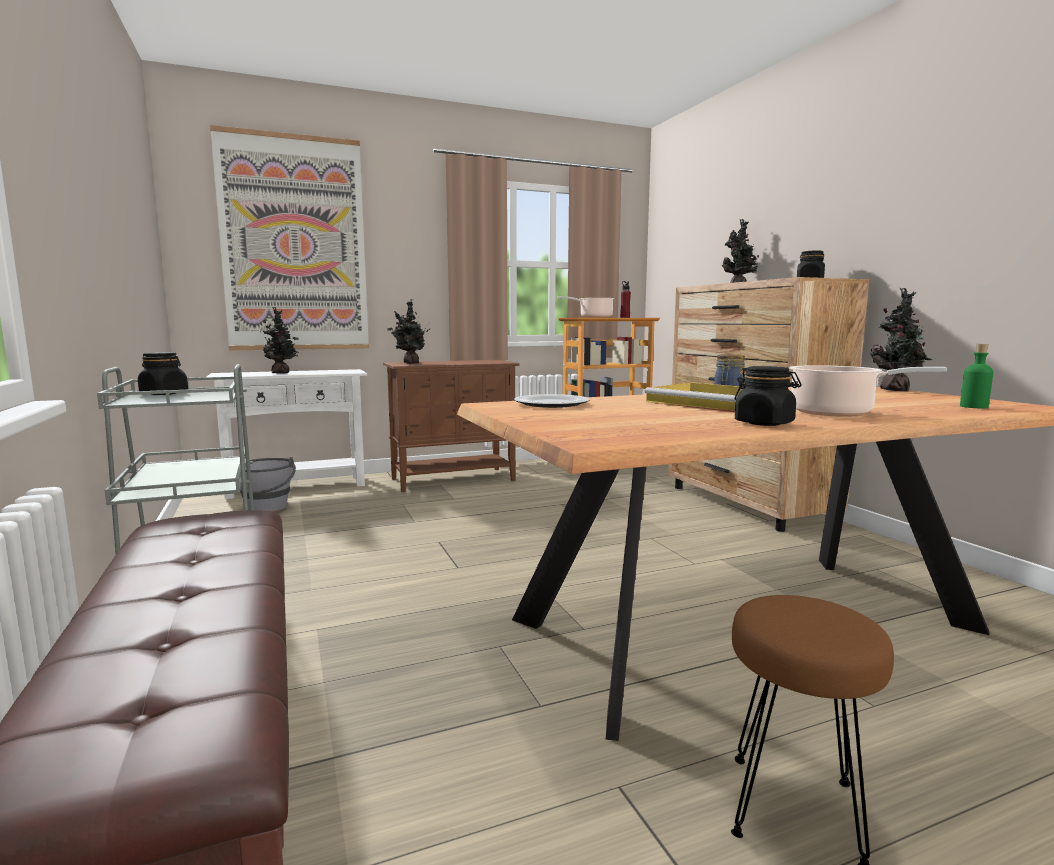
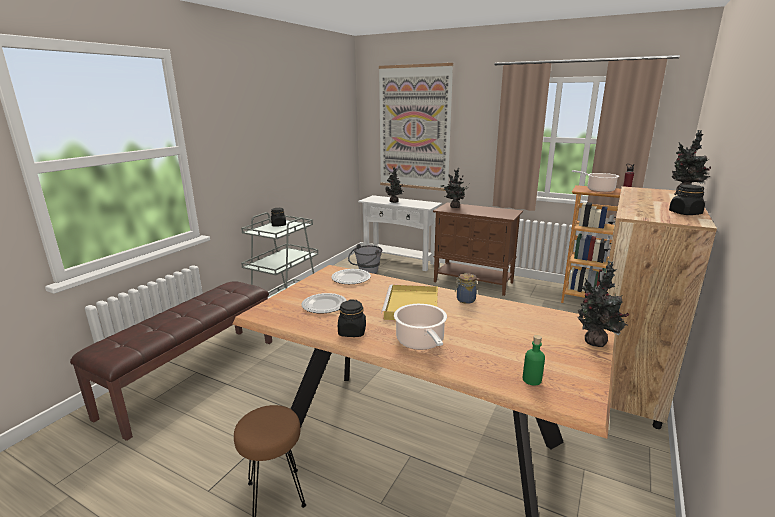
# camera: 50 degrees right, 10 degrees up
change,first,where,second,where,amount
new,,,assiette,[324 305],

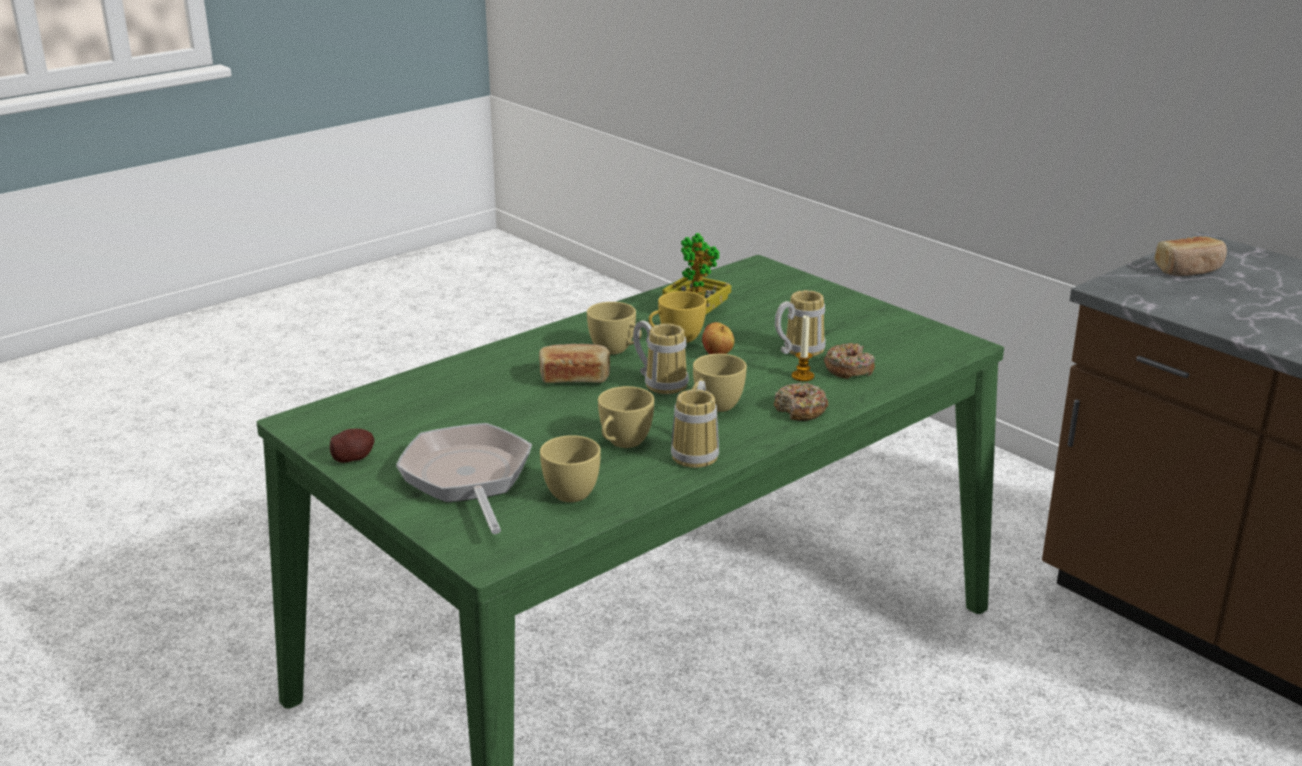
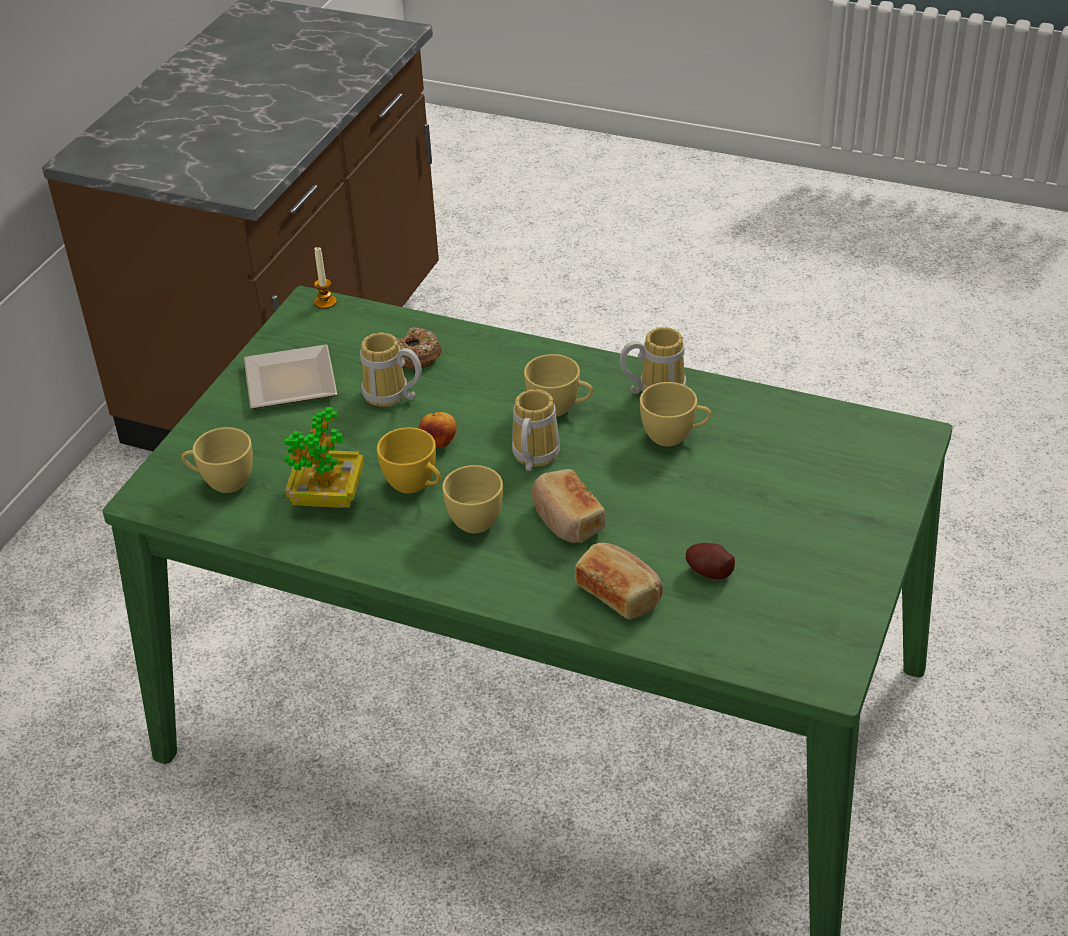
# camera: 115 degrees left, 15 degrees up
change,first,where,second,where,amount
gone,poêle,[468 479],,,
gone,beignet,[800 410],,,
new,,,assiette,[294 383],
shifted,pomme de terre,[353 457],,[709 571],
shifted,tasse (jaune),[575 490],,[222 482],
shifted,bougie,[802 376],,[325 302],
shifted,pain,[1189 269],,[619 593],

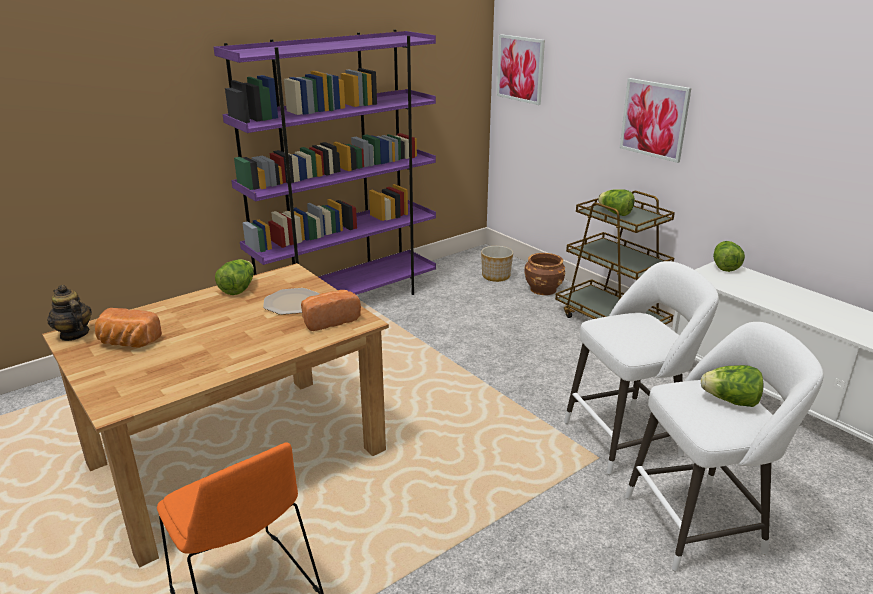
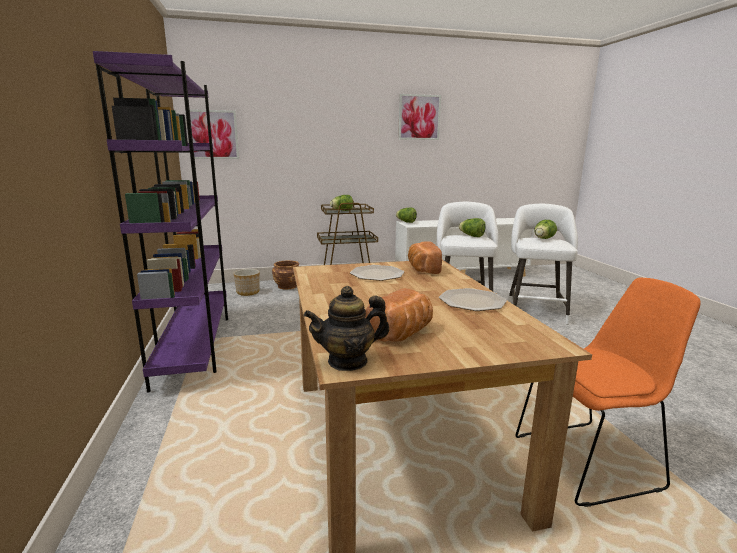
# camera: 65 degrees left, 10 degrees down
change,first,where,second,where,amount
new,,,assiette,[471 301],
shifted,laitue,[238 289],,[471 236],
shifted,tableau,[654 119],,[419 117],

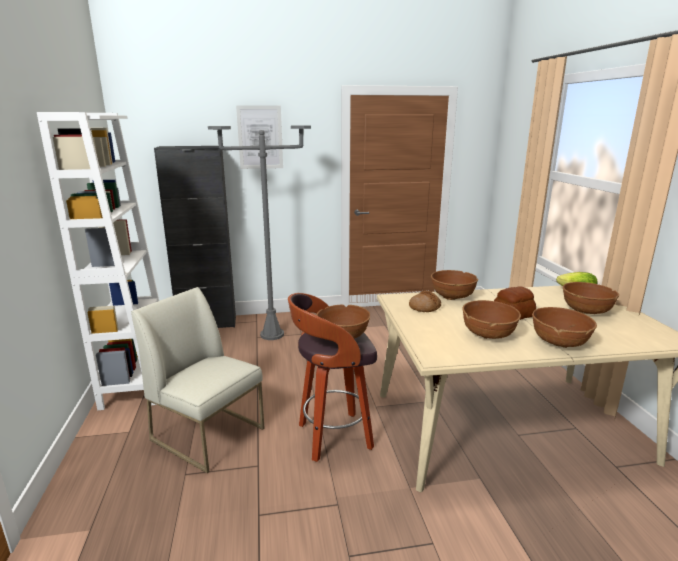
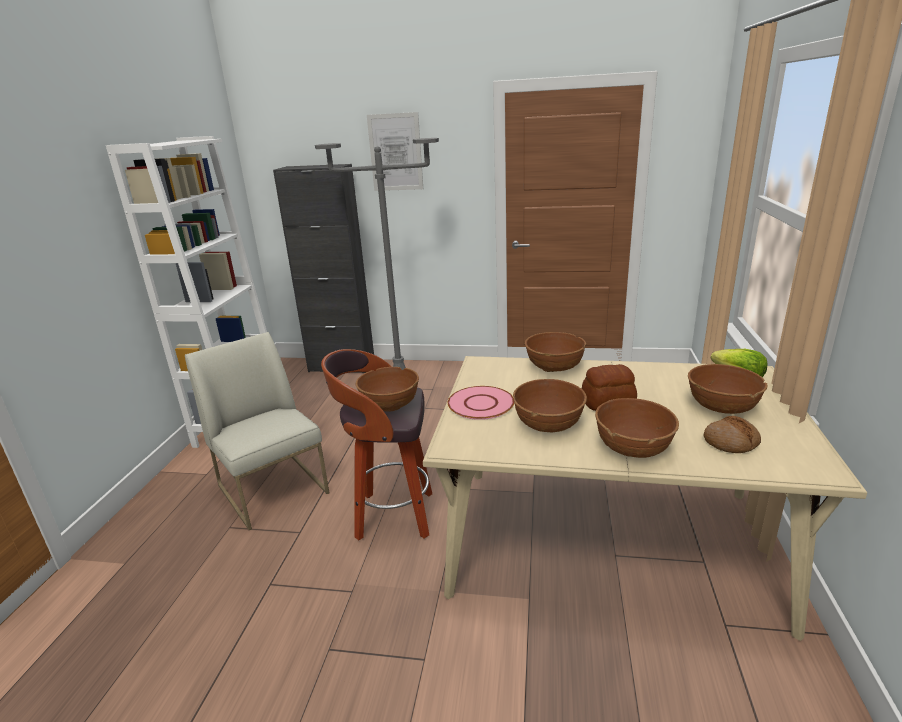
# camera: 20 degrees right, 5 degrees up
change,first,where,second,where,amount
new,,,assiette (rose),[480 404],
shifted,pain,[424 307],,[731 442],

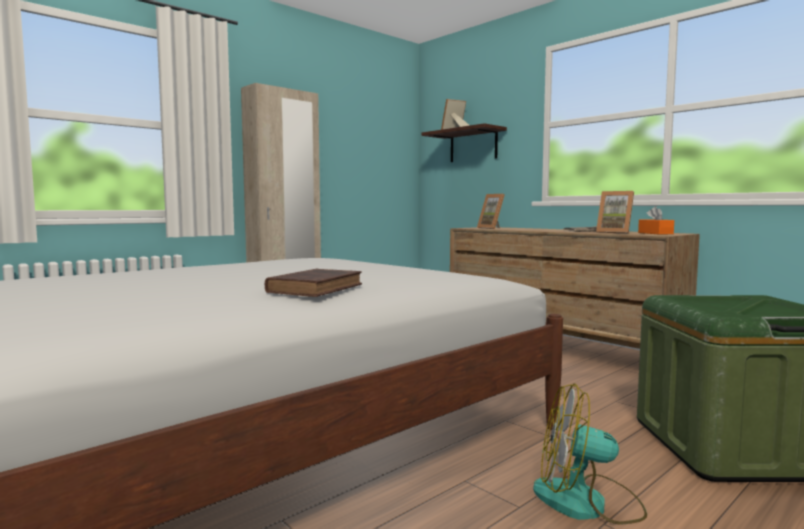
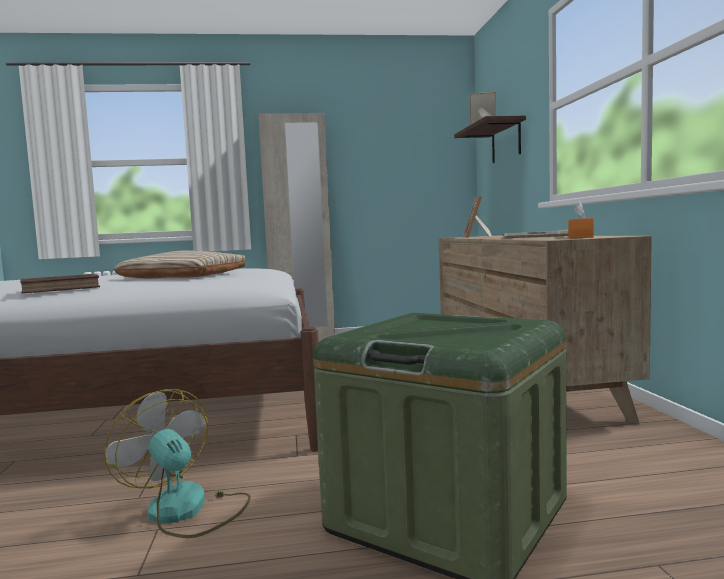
# camera: 35 degrees right, 0 degrees up
change,first,where,second,where,amount
gone,cadre photo,[615 232],,,
new,,,coussin (beige),[184 275],

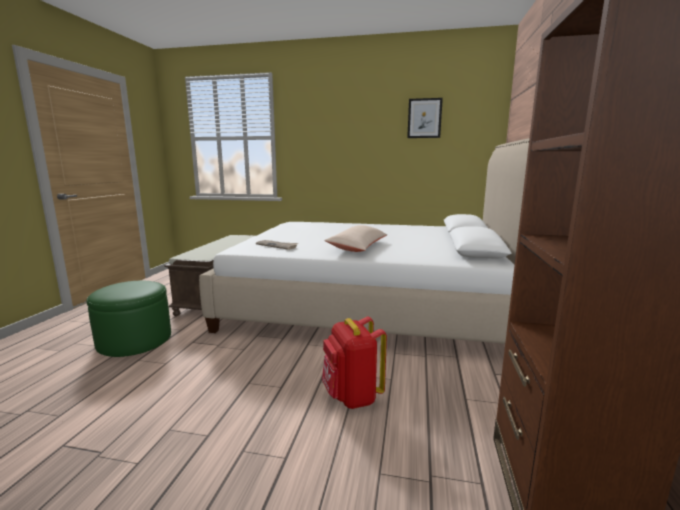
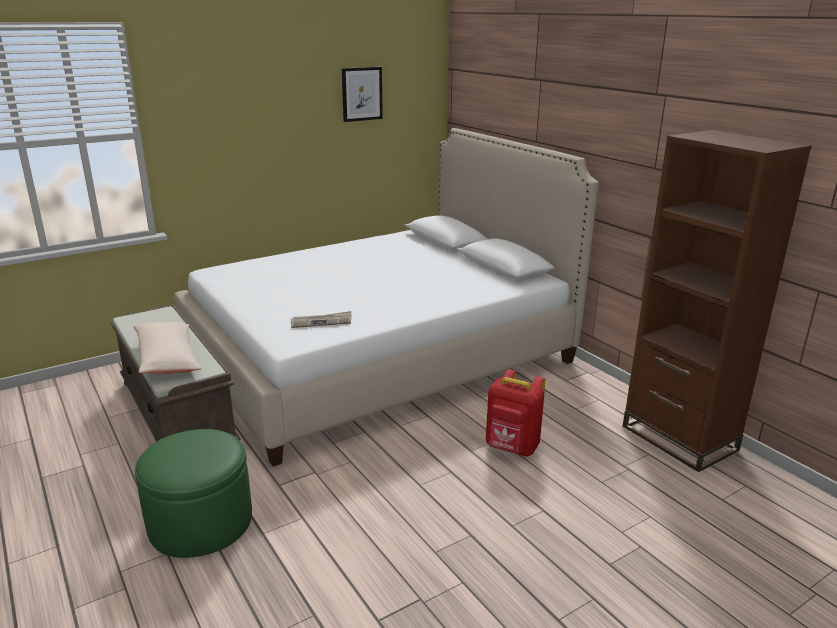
# camera: 45 degrees left, 10 degrees up
change,first,where,second,where,amount
shifted,coussin (beige),[358 246],,[167 358],

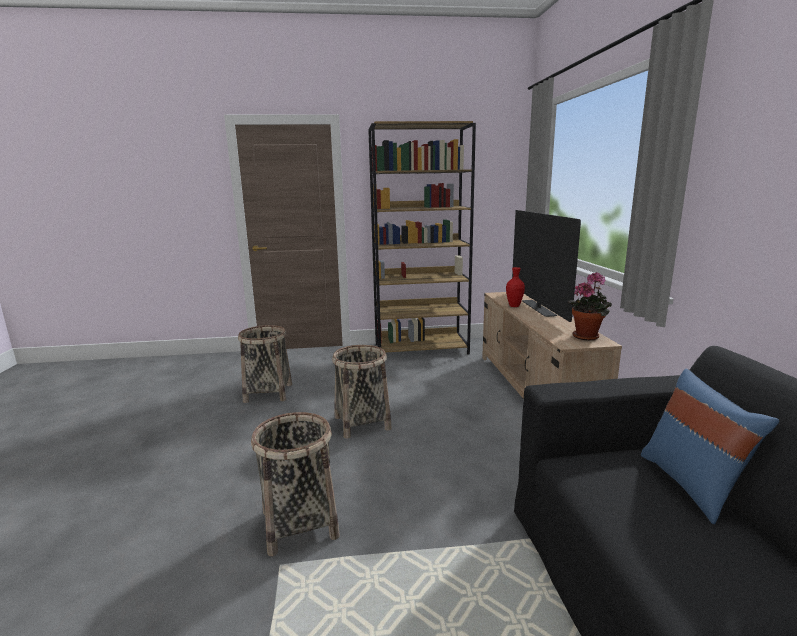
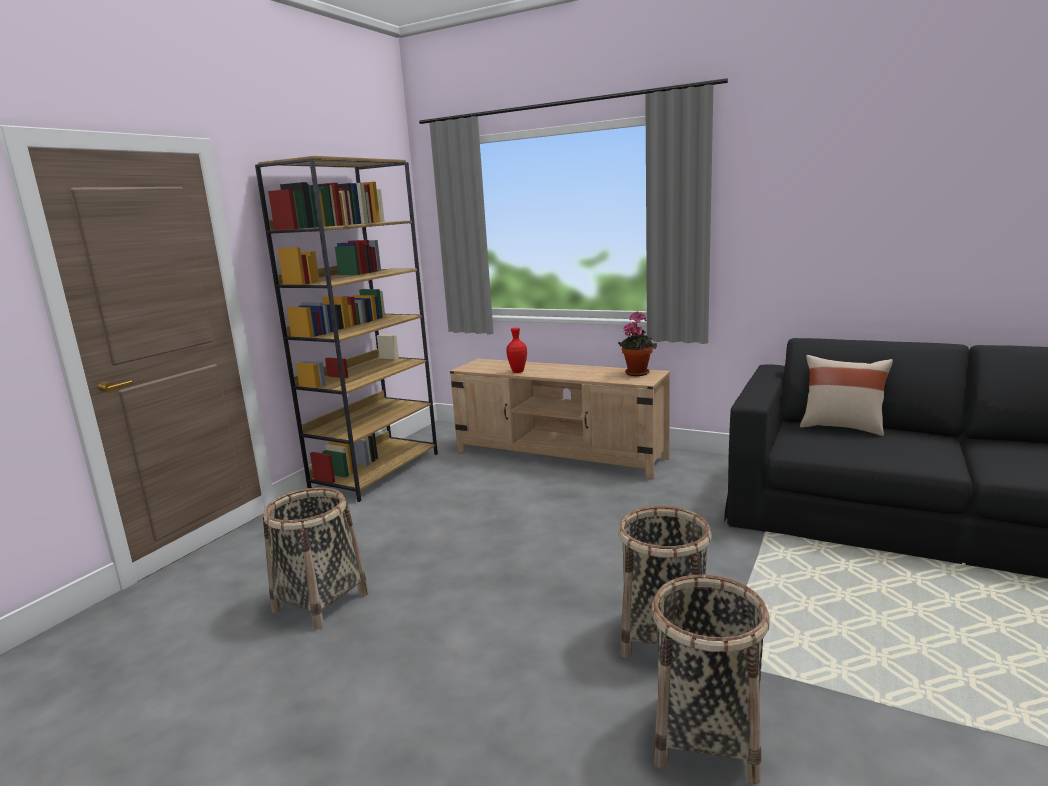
# camera: 55 degrees left, 0 degrees up
change,first,where,second,where,amount
gone,téléviseur,[538 308],,,
shifted,panier,[362 423],,[706 736],
repainted,coussin (bleu),[692 485],coussin (beige),[841 427],

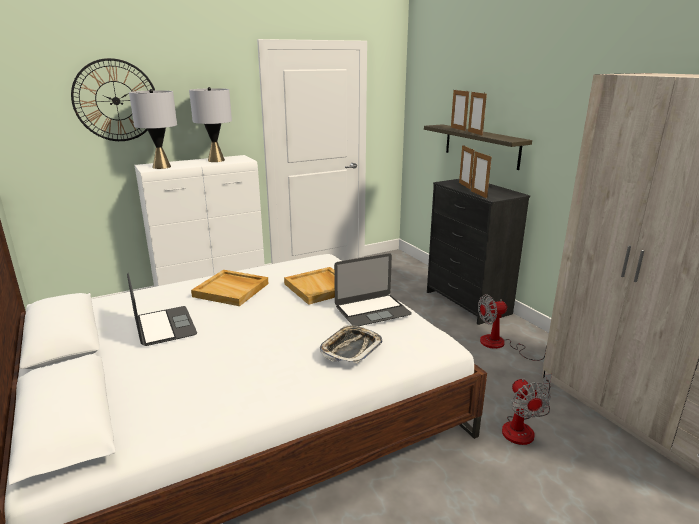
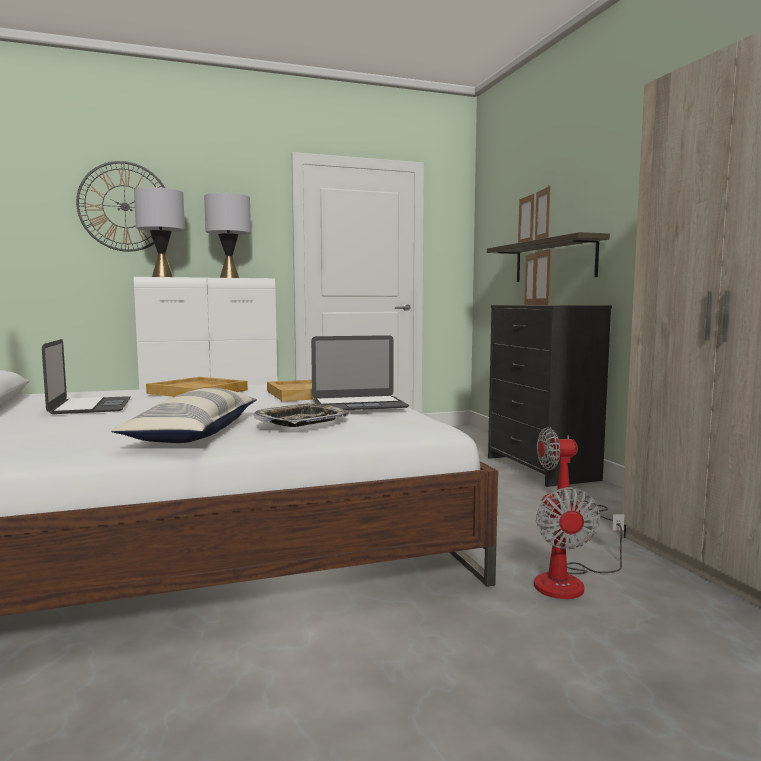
# camera: 10 degrees right, 15 degrees down
change,first,where,second,where,amount
new,,,coussin,[195 433],

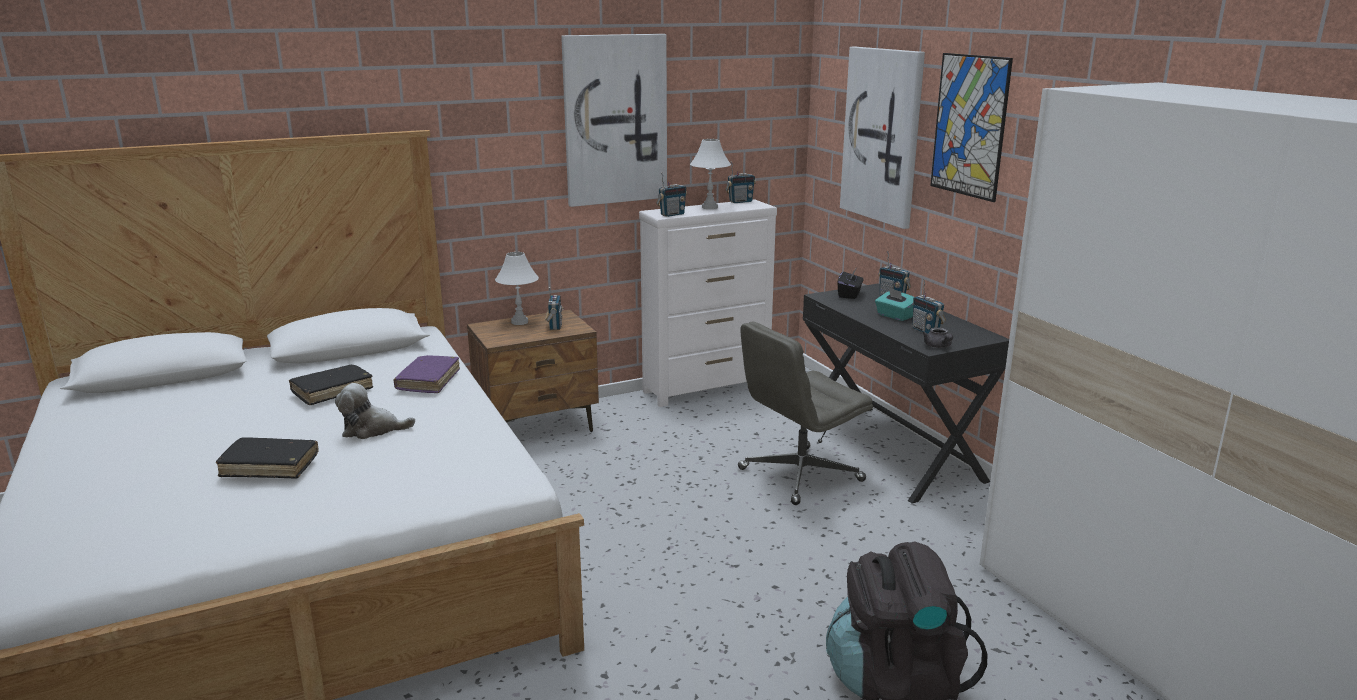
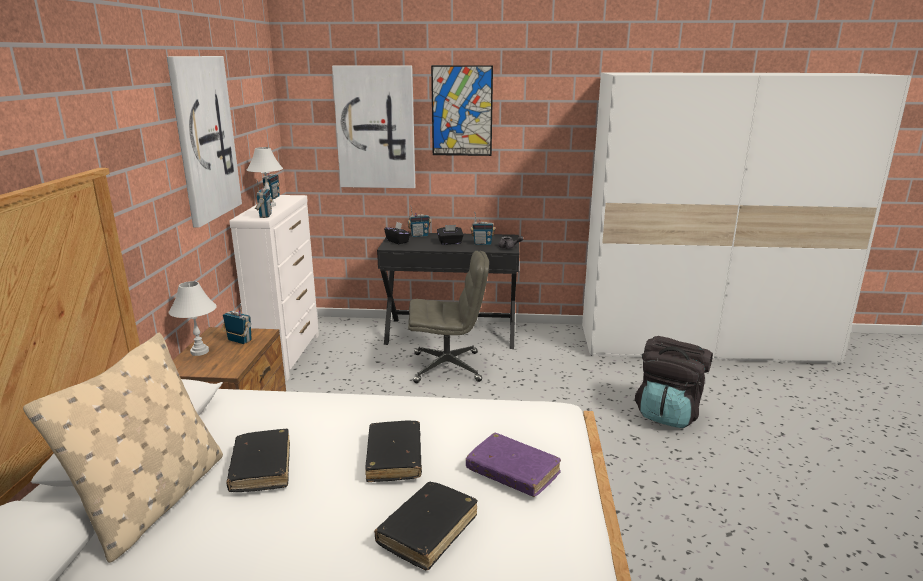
# camera: 60 degrees left, 0 degrees up
change,first,where,second,where,amount
new,,,coussin (beige),[155 501],
shifted,livre (violet),[428 381],,[513 472],
swapped,peluche,[372 429],livre (noir),[394 458],
repainted,boîte à mouchoirs (turquoise),[894 316],boîte à mouchoirs (noir),[450 243],
rotated,chaise de bureau (gris),[799 475],,[448 367],90 degrees counterclockwise

